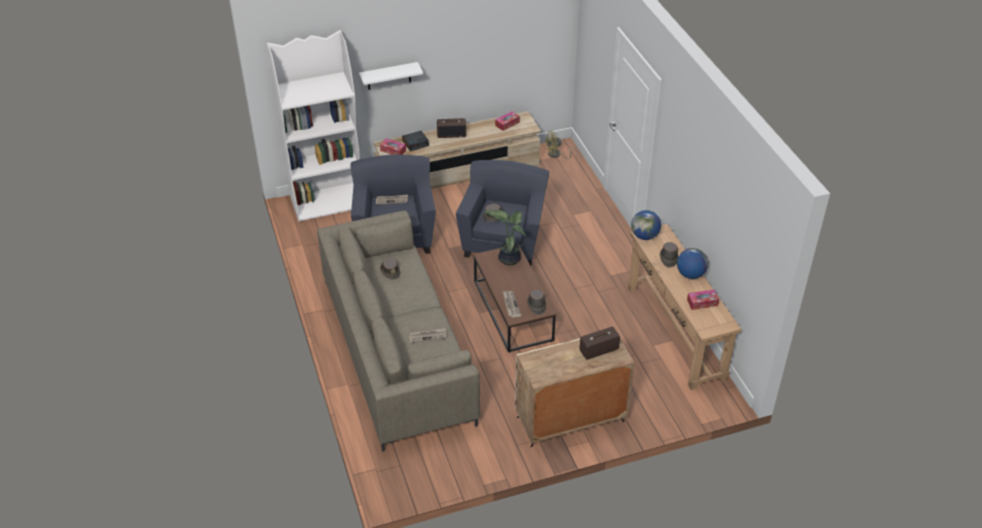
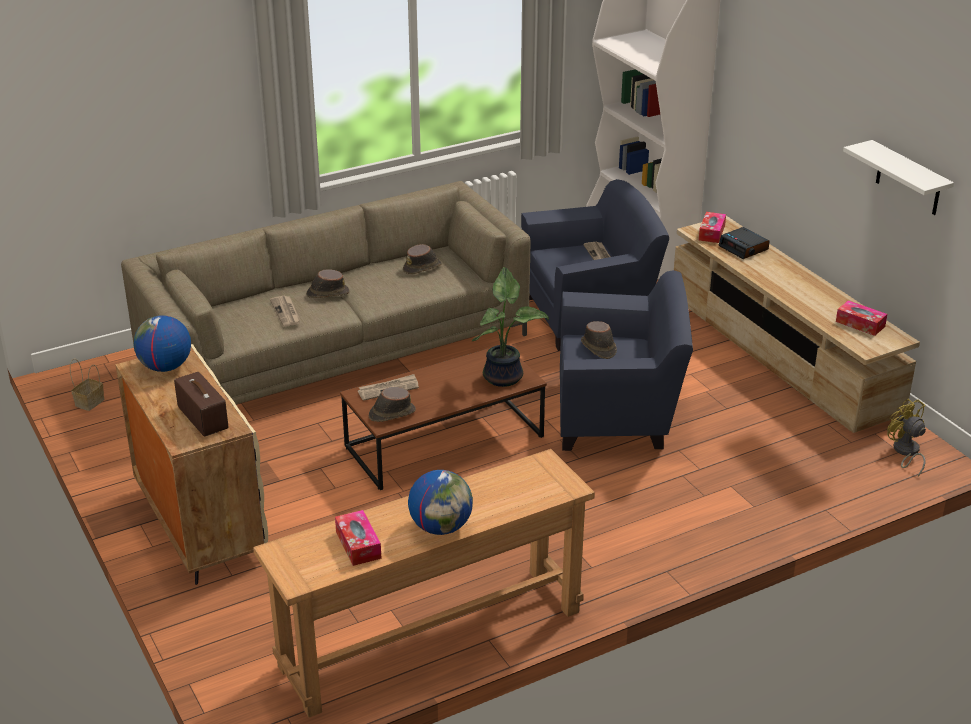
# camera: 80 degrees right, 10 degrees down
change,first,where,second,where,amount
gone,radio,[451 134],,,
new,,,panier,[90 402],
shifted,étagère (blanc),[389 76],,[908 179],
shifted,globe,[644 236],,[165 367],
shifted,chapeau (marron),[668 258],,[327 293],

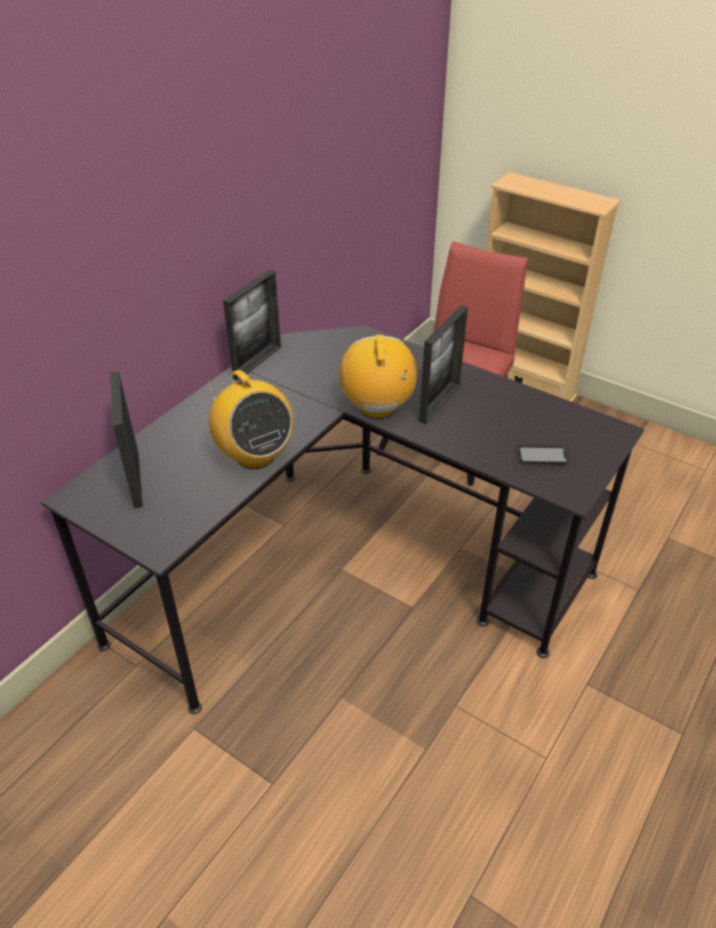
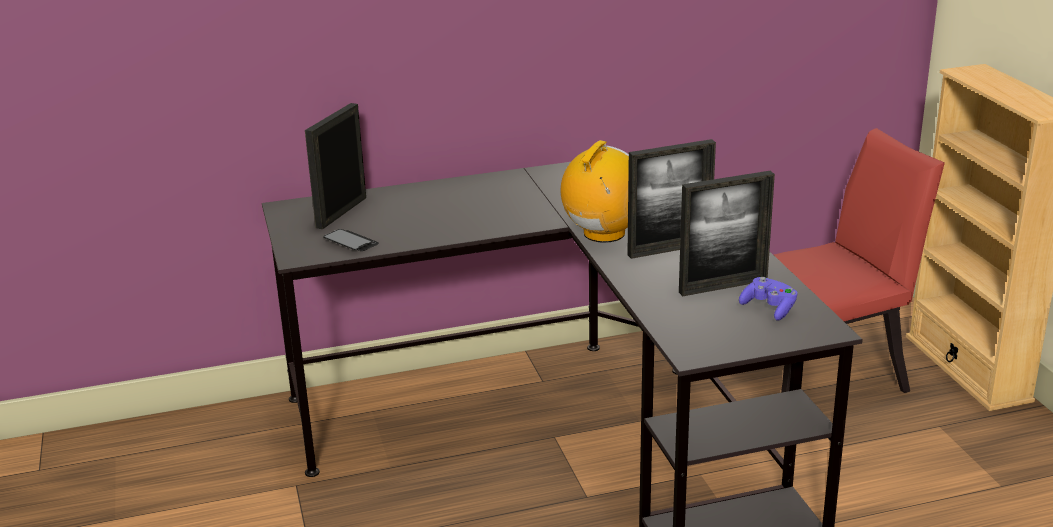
# camera: 40 degrees right, 15 degrees down
change,first,where,second,where,amount
gone,radio,[254 455],,,
new,,,manette (violet),[769 308],
shifted,cadre photo,[257 362],,[723 286],
shifted,téléphone,[541 455],,[351 242],

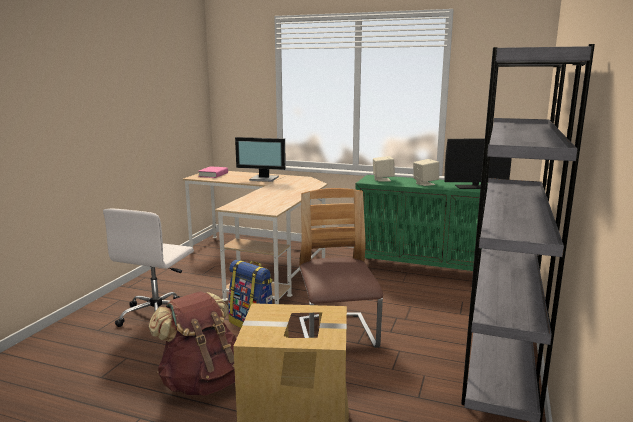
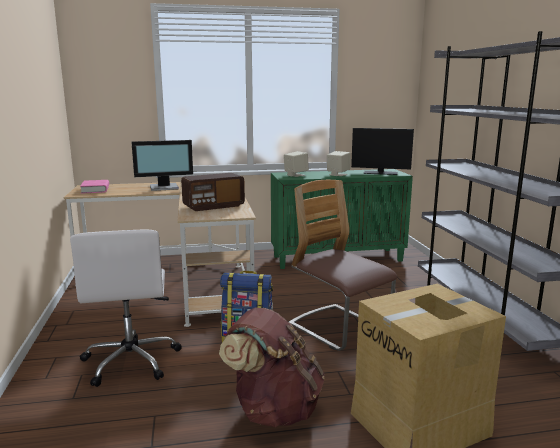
# camera: 30 degrees left, 0 degrees up
change,first,where,second,where,amount
new,,,radio,[213 206],
rotated,écran d'ordinateur,[475 187],,[380 173],45 degrees clockwise

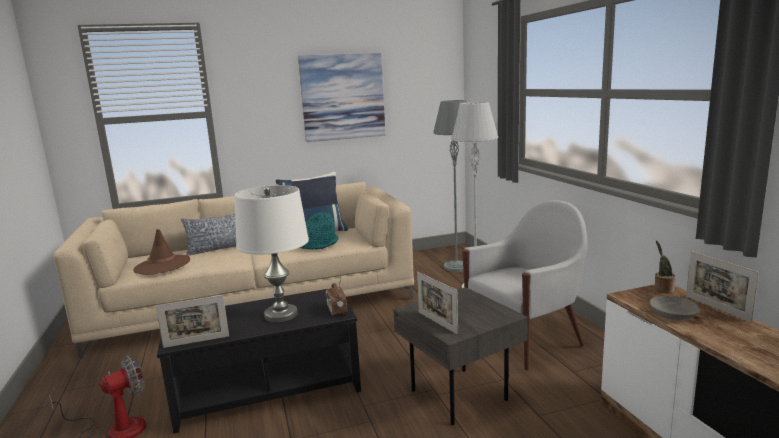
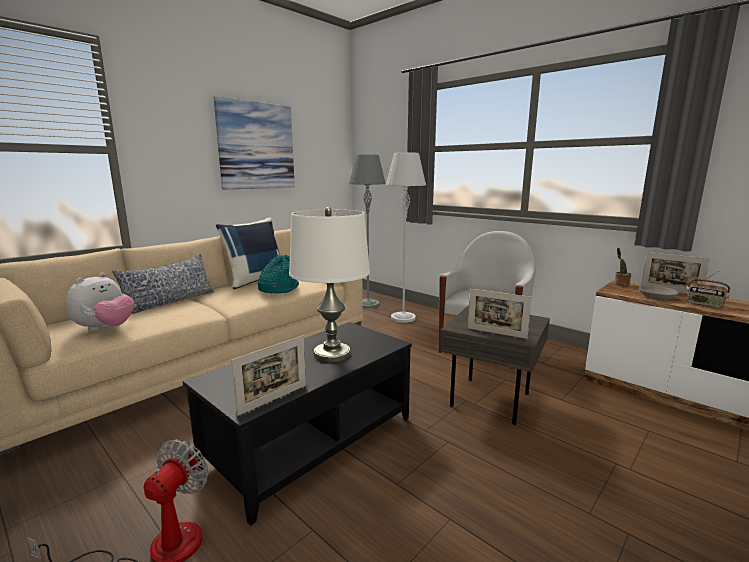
# camera: 30 degrees left, 0 degrees up
change,first,where,second,where,amount
shifted,radio,[336 310],,[704 305],
swapped,chapeau (marron),[162 265],peluche,[105 328],

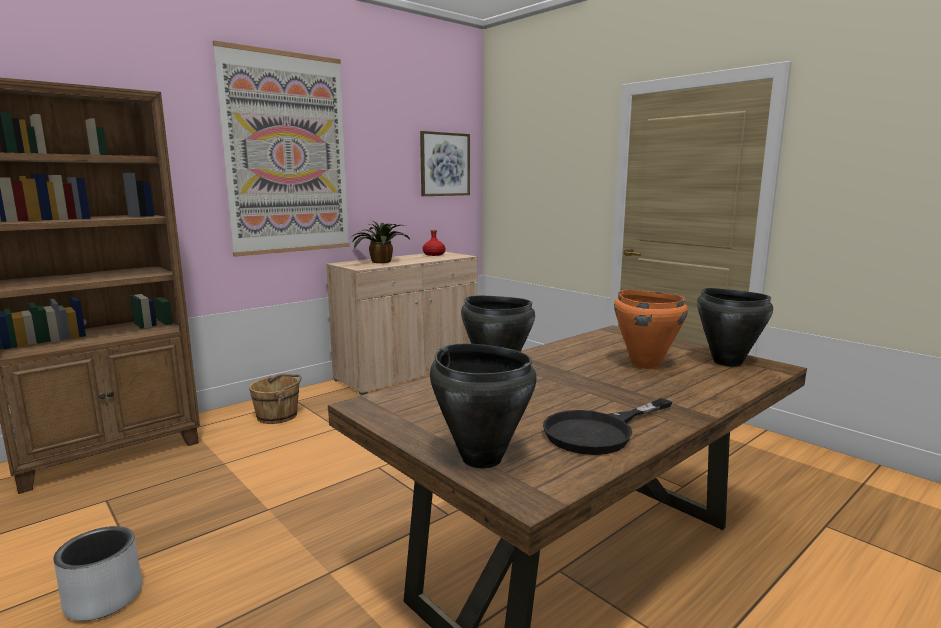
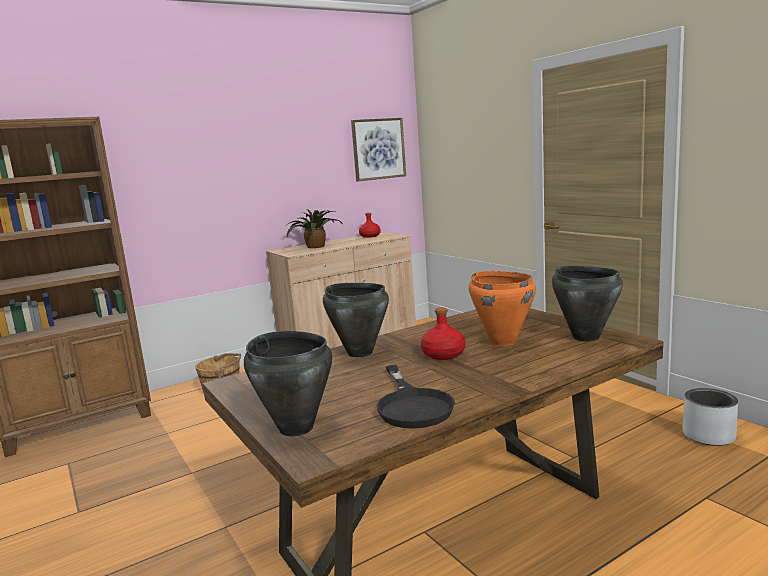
# camera: 10 degrees right, 0 degrees up
change,first,where,second,where,amount
gone,tableau,[287 154],,,
new,,,bouteille (rouge),[443 354],
shifted,cache-pot (gris),[104 598],,[708 435],
rotated,poêle (noir),[599 432],,[412 405],75 degrees counterclockwise

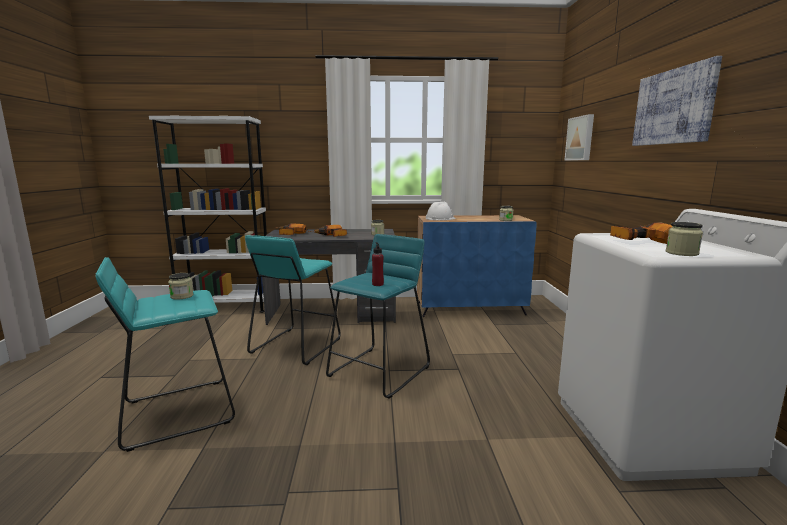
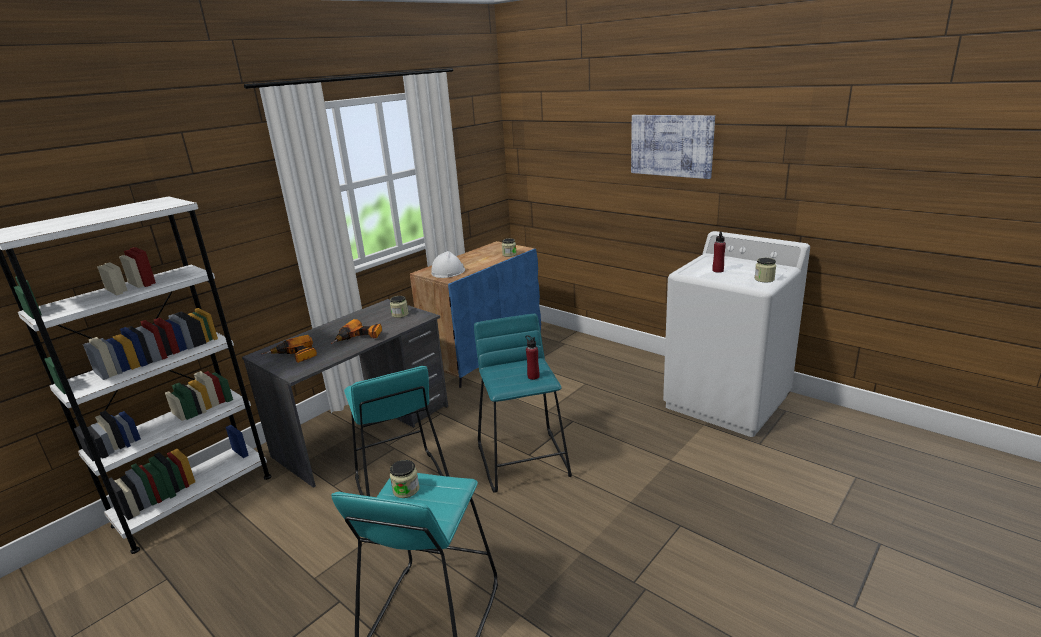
# camera: 45 degrees left, 10 degrees up
change,first,where,second,where,amount
gone,tableau,[580 138],,,
swapped,perceuse,[639 240],bouteille (rouge),[717 270],

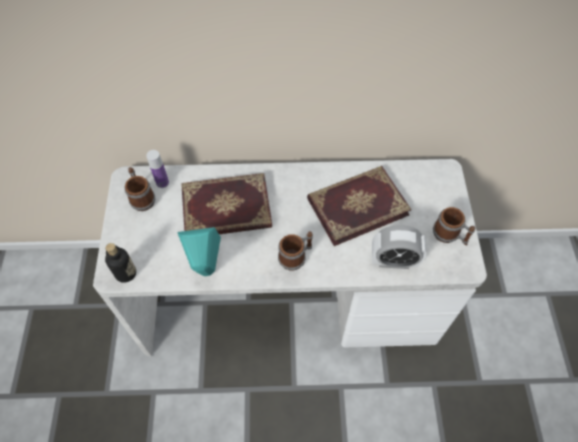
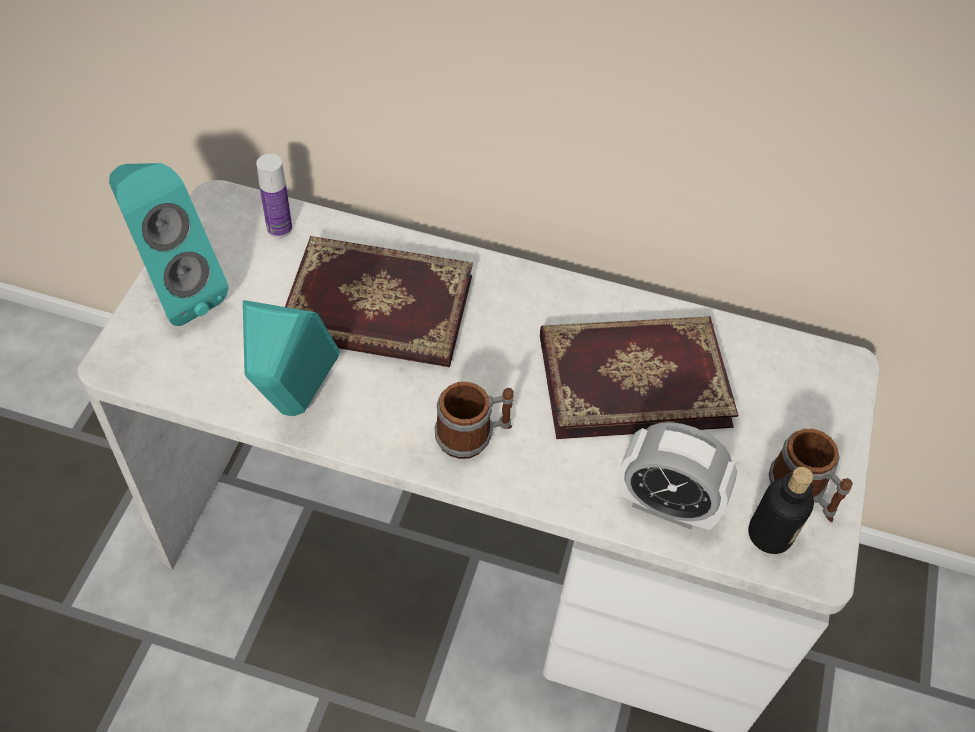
# camera: 15 degrees right, 5 degrees down
change,first,where,second,where,amount
gone,mug,[142 197],,,
new,,,enceinte (turquoise),[176 291],
shifted,bouteille,[126 273],,[770 534],

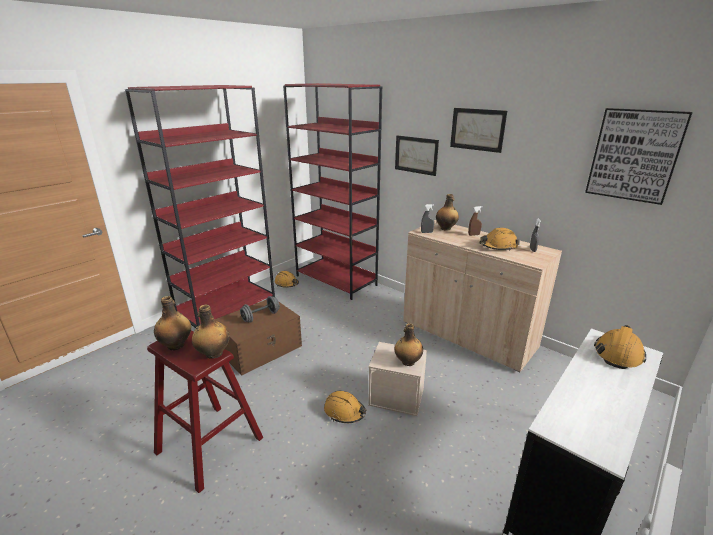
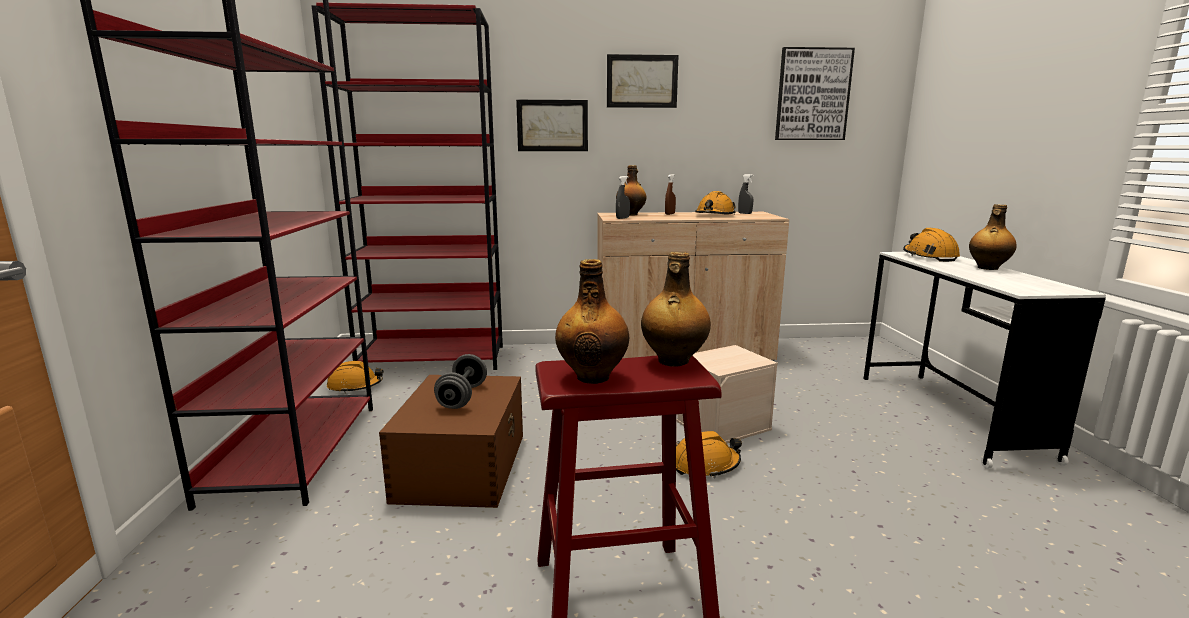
# camera: 45 degrees left, 10 degrees down
change,first,where,second,where,amount
shifted,bouteille,[407 362],,[987 268],

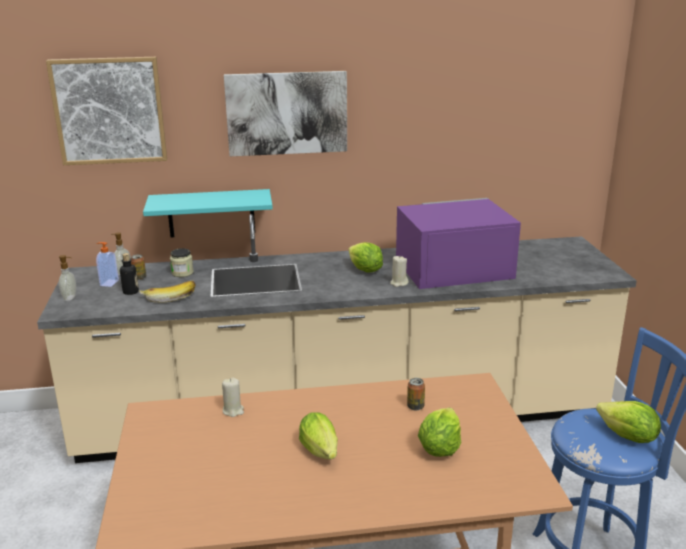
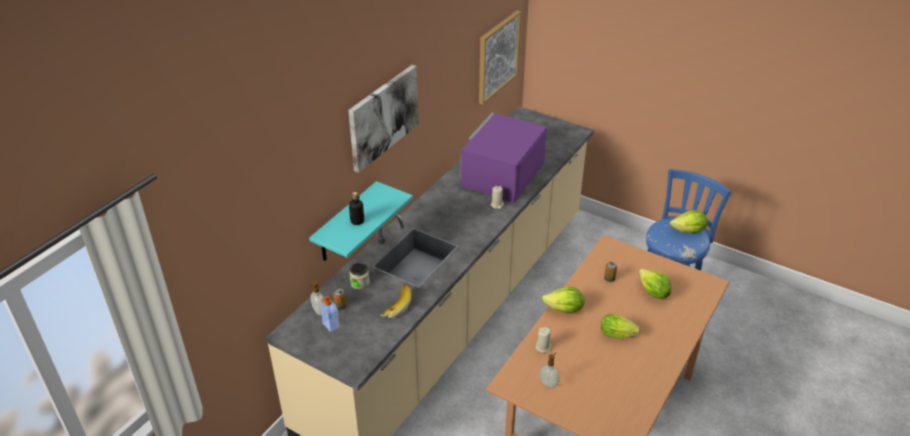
# camera: 50 degrees left, 15 degrees up
change,first,where,second,where,amount
shifted,tableau,[109 111],,[497 56],
shifted,distributeur de savon,[70 298],,[549 383],
shifted,bouteille,[130 292],,[357 221],
shifted,laitue,[365 270],,[564 309],

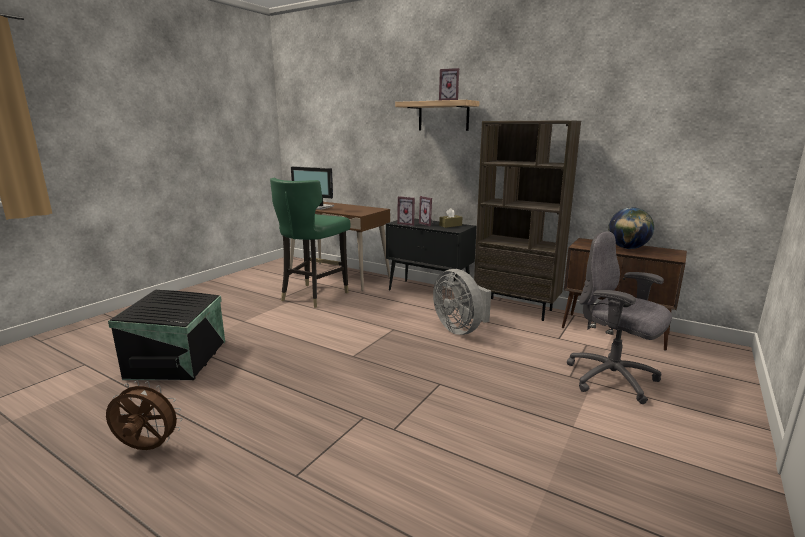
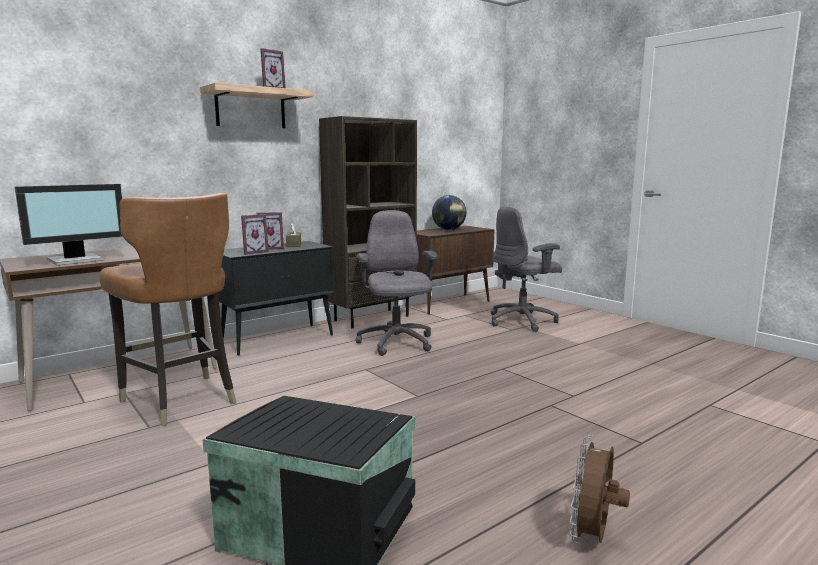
# camera: 70 degrees left, 5 degrees down
change,first,where,second,where,amount
swapped,ventilateur (gris),[460 329],chaise de bureau (gris),[396 343],
repainted,chaise (vert),[314 295],chaise (marron),[180 400],

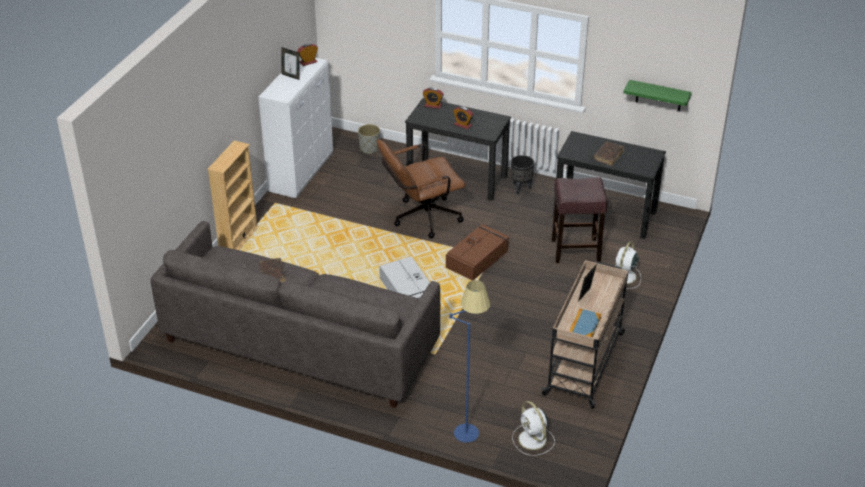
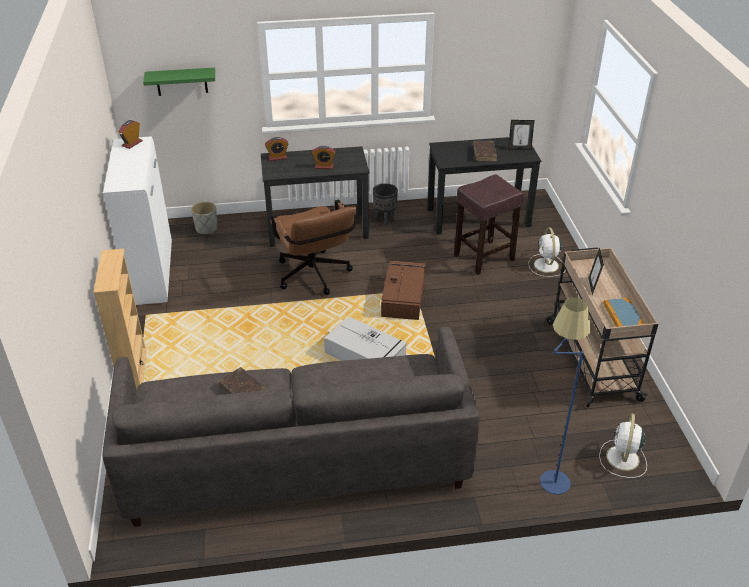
# camera: 30 degrees left, 0 degrees up
change,first,where,second,where,amount
shifted,cadre photo,[291 76],,[519 148],
shifted,étagère (vert),[659 96],,[181 81],
rotated,chaise de bureau (marron),[421 218],,[315 277],60 degrees counterclockwise
rotated,ventilateur (blanc),[533 440],,[622 459],75 degrees clockwise

